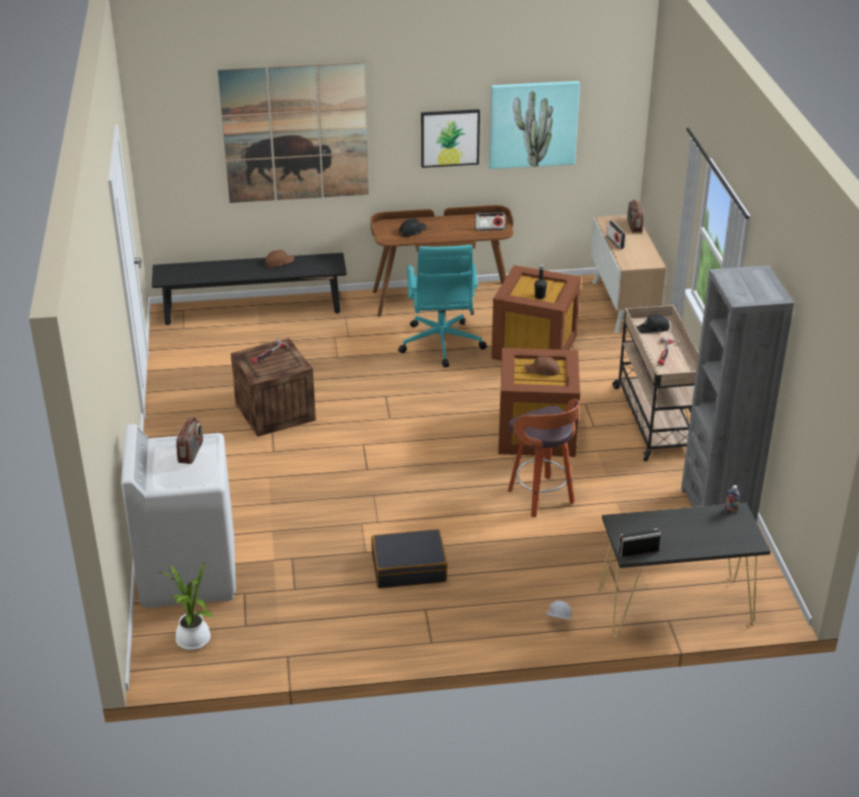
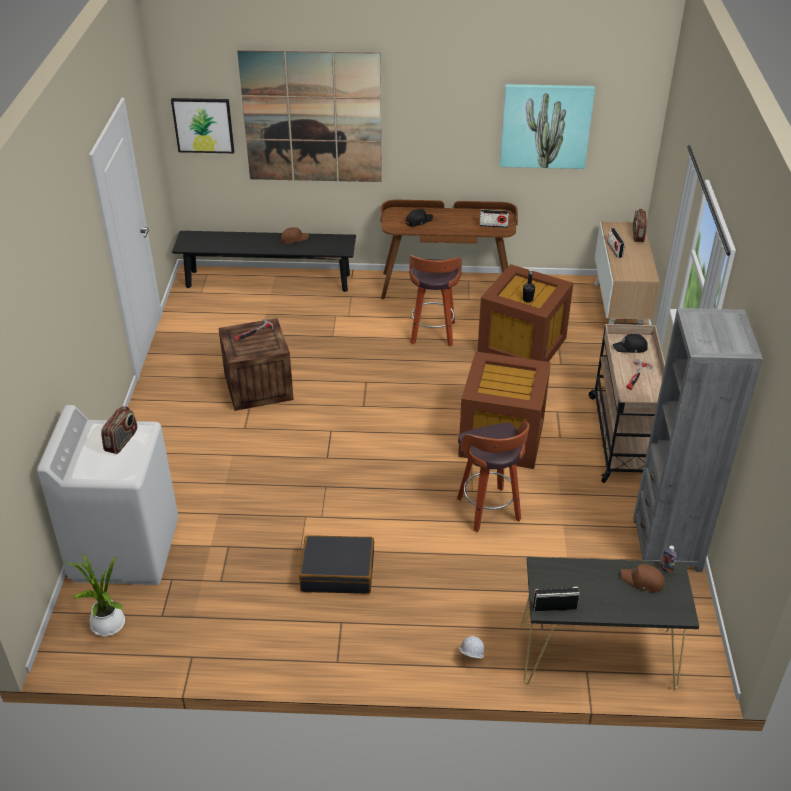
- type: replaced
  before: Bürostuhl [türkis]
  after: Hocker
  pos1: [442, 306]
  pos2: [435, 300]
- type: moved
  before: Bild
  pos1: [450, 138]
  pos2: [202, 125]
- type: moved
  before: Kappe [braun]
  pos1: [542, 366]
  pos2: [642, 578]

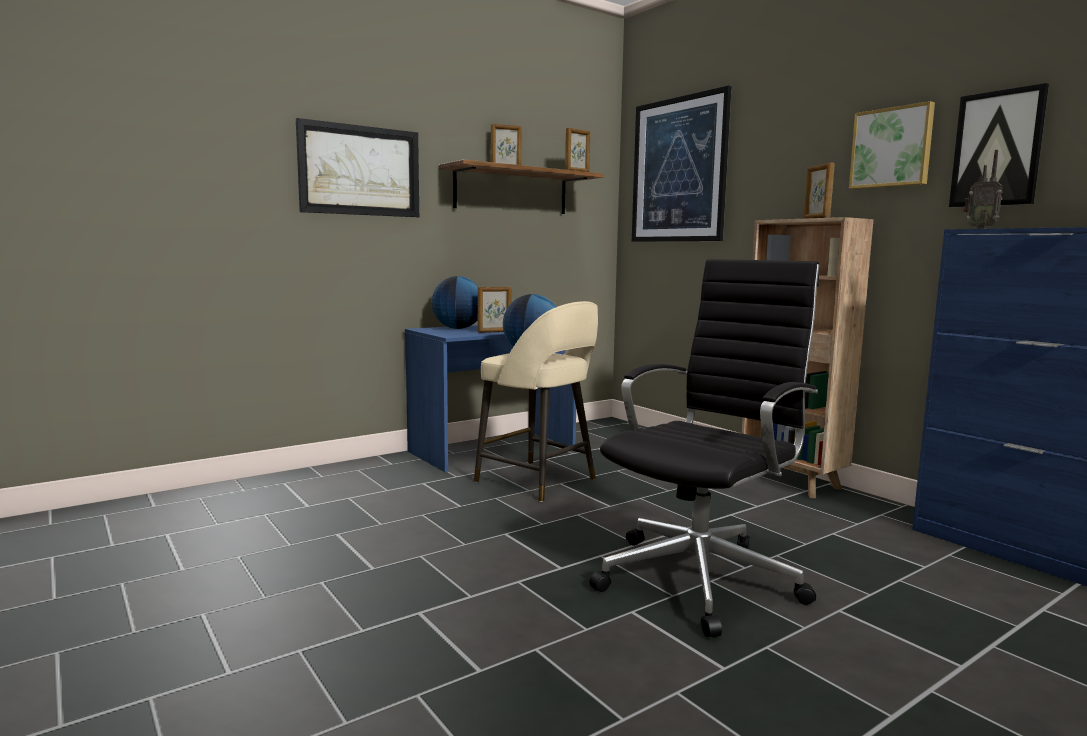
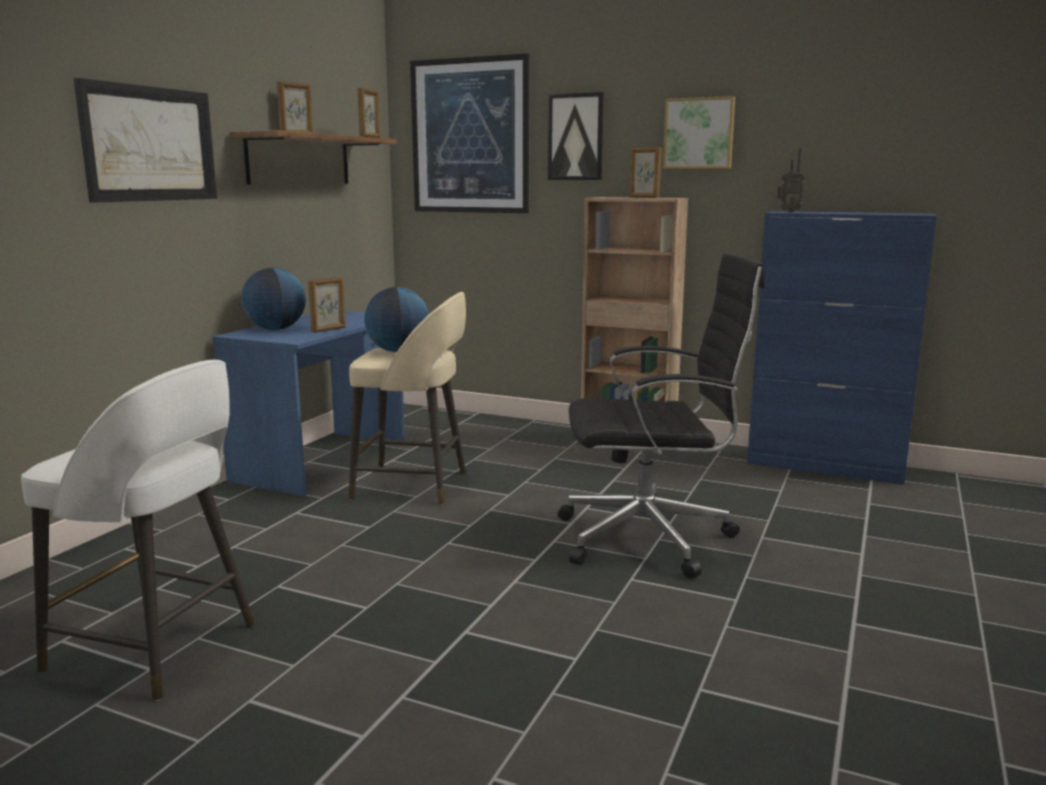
- type: turned
  before: Bürostuhl [schwarz]
  pos1: [704, 448]
  pos2: [661, 415]
  turn: 75
- type: moved
  before: Bild
  pos1: [999, 145]
  pos2: [576, 136]
- type: added
  after: Hocker [weiß]
  pos2: [138, 530]

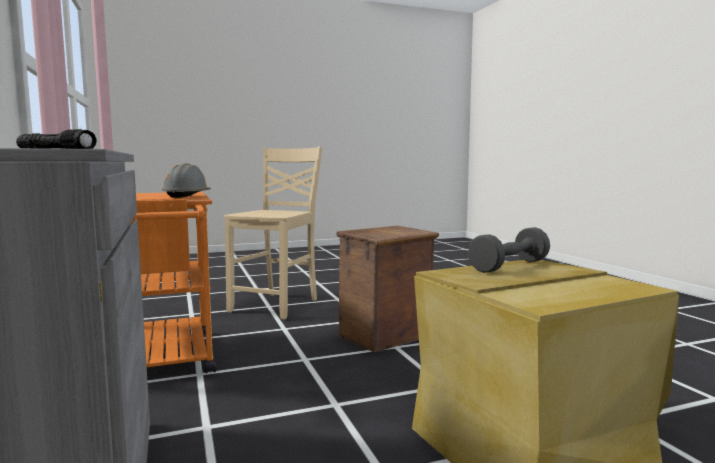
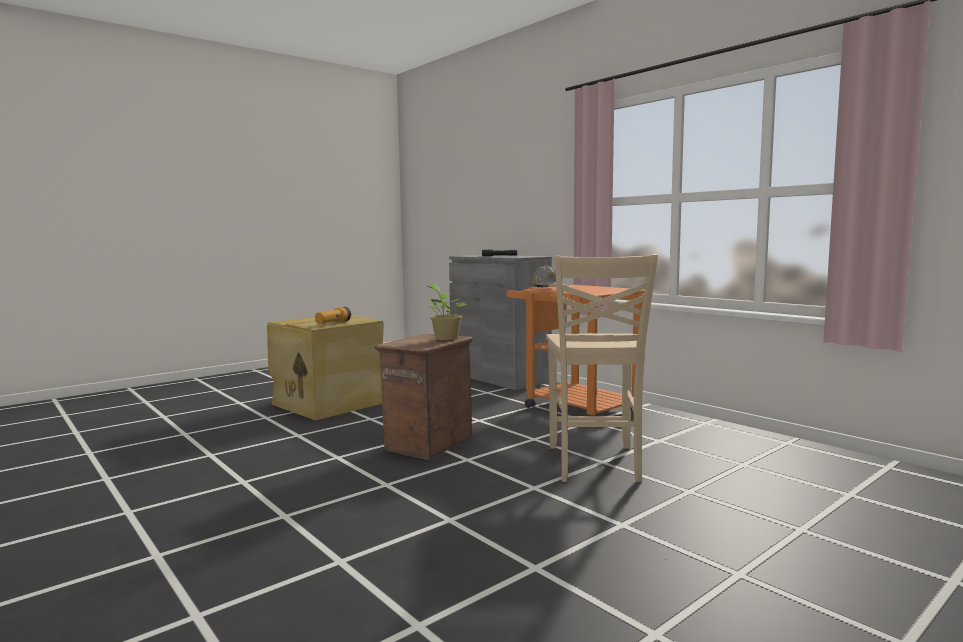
- type: replaced
  before: Hantel [grau]
  after: Taschenlampe
  pos1: [509, 250]
  pos2: [333, 315]
- type: added
  after: Topfpflanze
  pos2: [446, 312]

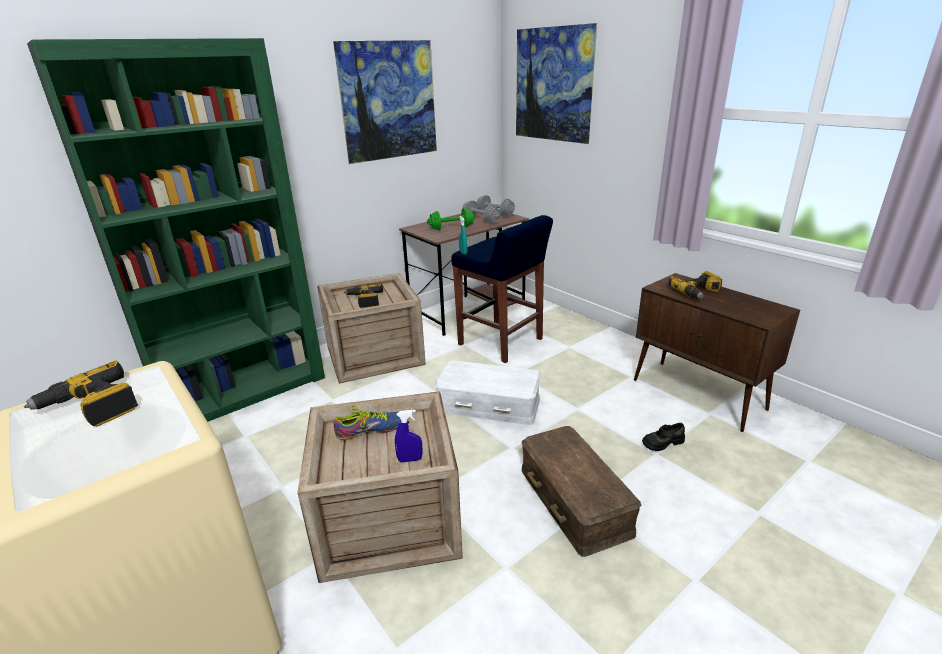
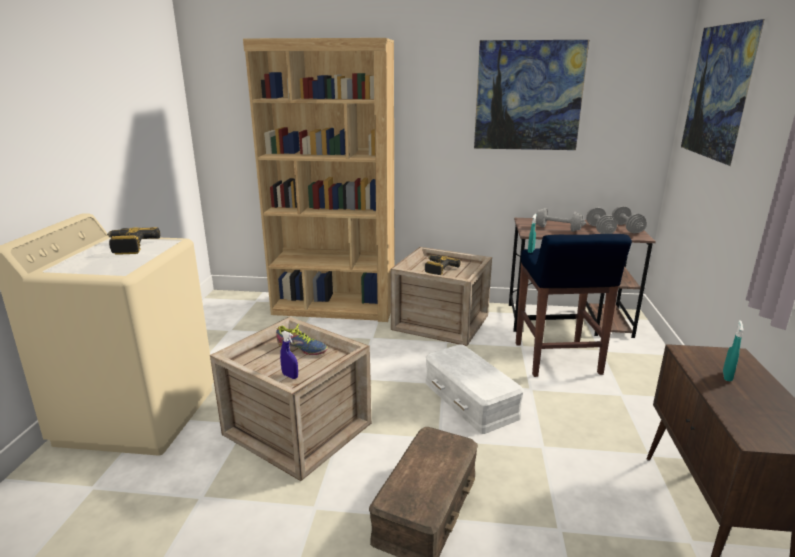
- type: recoloured
  before: Bücherregal [grün]
  after: Bücherregal [braun]
  pos1: [176, 230]
  pos2: [318, 180]
- type: recoloured
  before: Hantel [grün]
  after: Hantel [grau]
  pos1: [451, 219]
  pos2: [559, 220]
- type: removed
  before: Schuh [schwarz]
  pos1: [663, 437]
- type: replaced
  before: Bohrmaschine
  after: Sprühflasche [türkis]
  pos1: [695, 285]
  pos2: [733, 350]

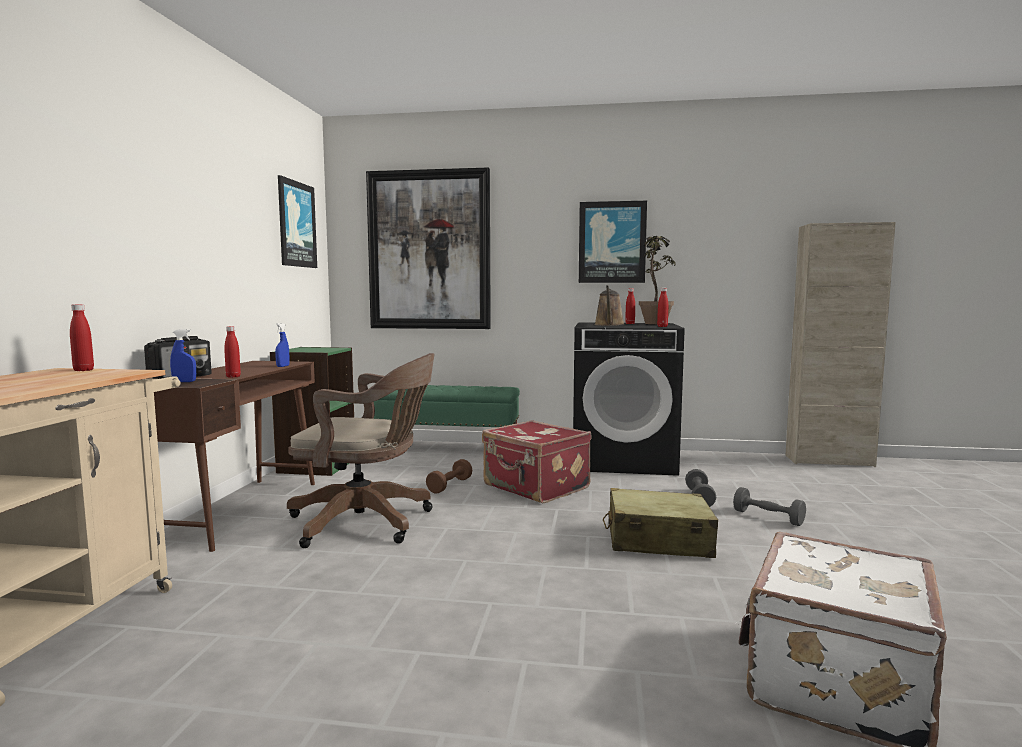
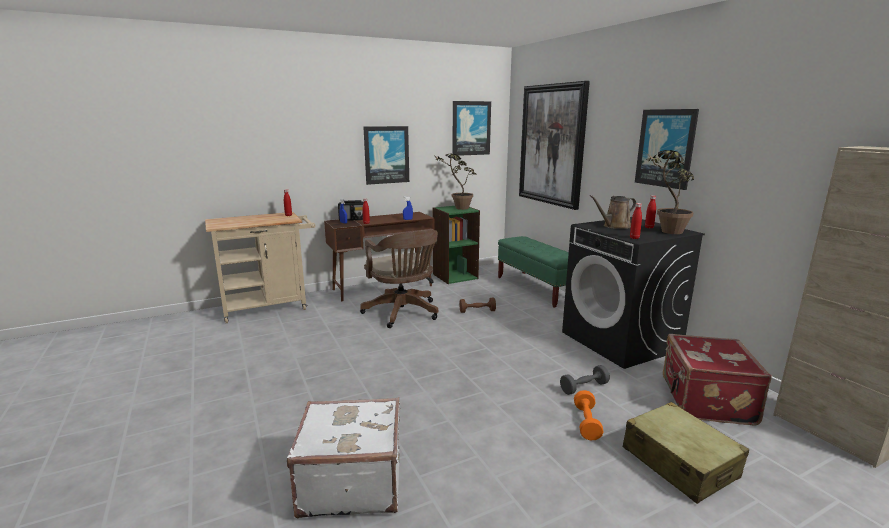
- type: moved
  before: Koffer [rot]
  pos1: [536, 461]
  pos2: [717, 380]
- type: moved
  before: Koffer [beige]
  pos1: [660, 523]
  pos2: [686, 453]
- type: recoloured
  before: Hantel [grau]
  after: Hantel [orange]
  pos1: [769, 506]
  pos2: [588, 415]
- type: added
  after: Bild
  pos2: [386, 155]
- type: added
  after: Topfpflanze
  pos2: [455, 182]

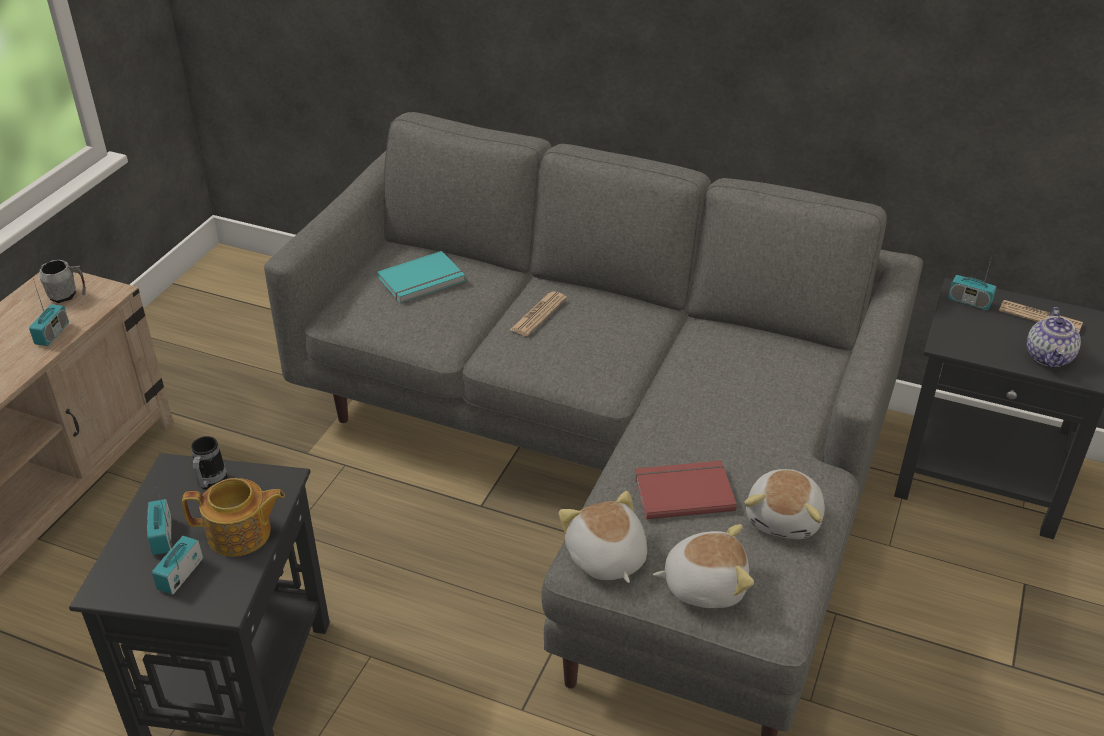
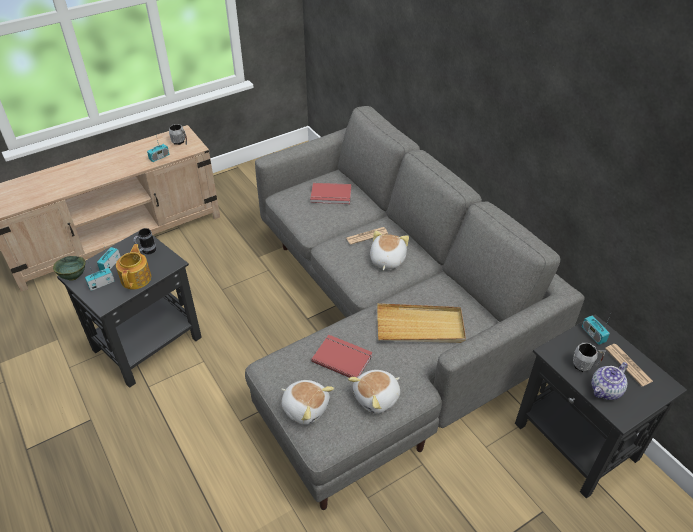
- type: turned
  before: Teekanne
  pos1: [233, 517]
  pos2: [133, 267]
  turn: -120
- type: recoloured
  before: Buch [türkis]
  after: Buch [rot]
  pos1: [421, 277]
  pos2: [330, 193]
- type: moved
  before: Plüschtier
  pos1: [603, 537]
  pos2: [389, 250]
- type: added
  after: Schüssel [grün]
  pos2: [69, 268]
- type: added
  after: Tablett [beige]
  pos2: [421, 323]
- type: added
  after: Henkelbecher [grau]
  pos2: [589, 357]

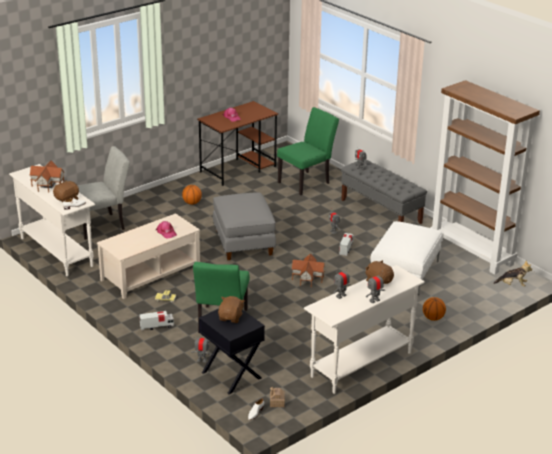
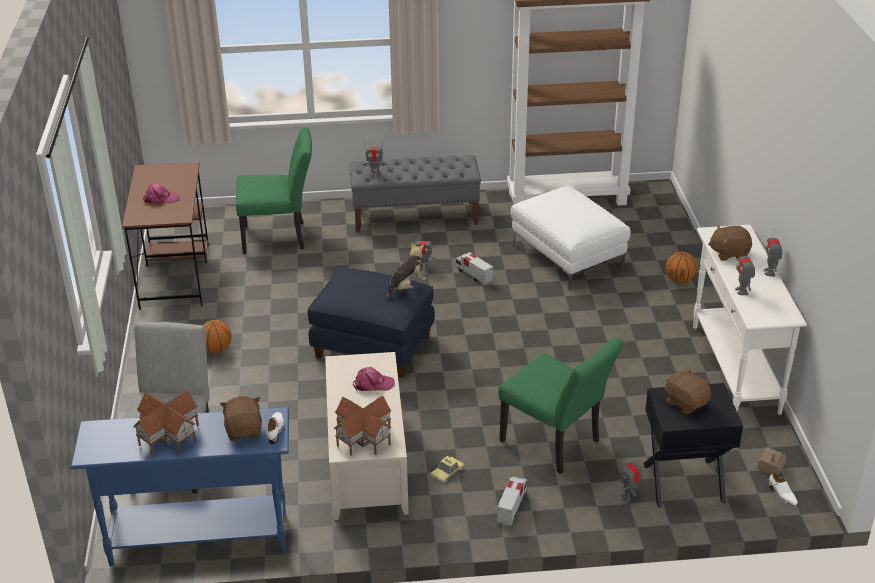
- type: recoloured
  before: Konsolentisch [weiß]
  after: Konsolentisch [blau]
  pos1: [52, 220]
  pos2: [180, 487]
- type: recoloured
  before: Polsterhocker [grau]
  after: Polsterhocker [blau]
  pos1: [244, 226]
  pos2: [371, 323]
- type: turned
  before: Stuhl [grün]
  pos1: [308, 151]
  pos2: [274, 190]
  turn: 90
- type: moved
  before: Spielzeughaus
  pos1: [308, 270]
  pos2: [363, 426]
- type: moved
  before: Plüschtier
  pos1: [512, 273]
  pos2: [406, 271]

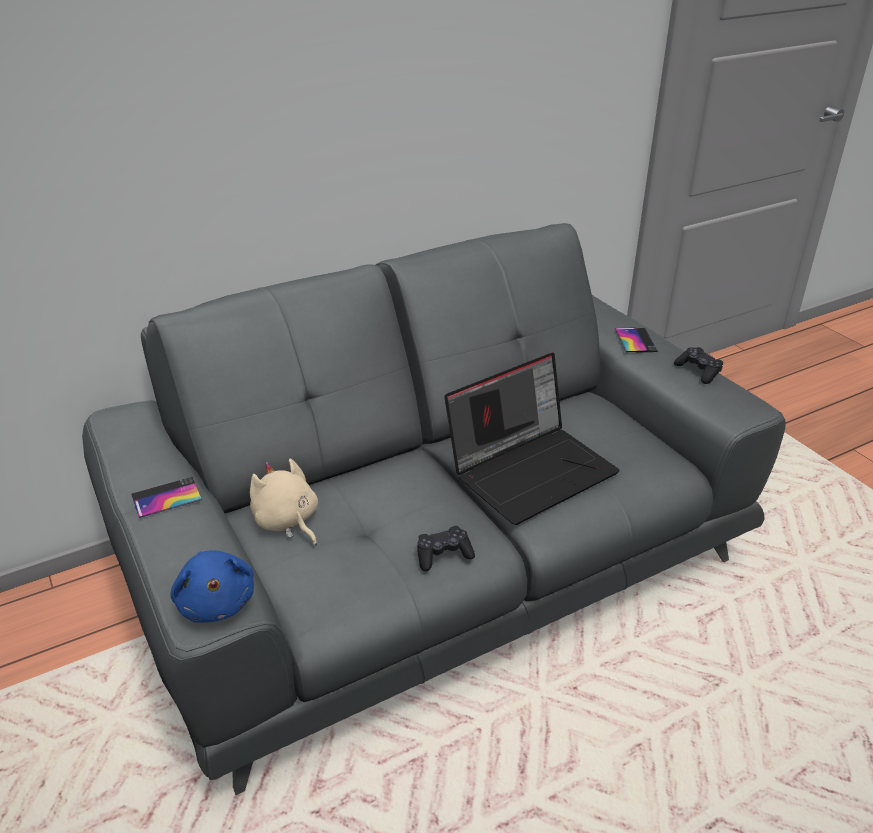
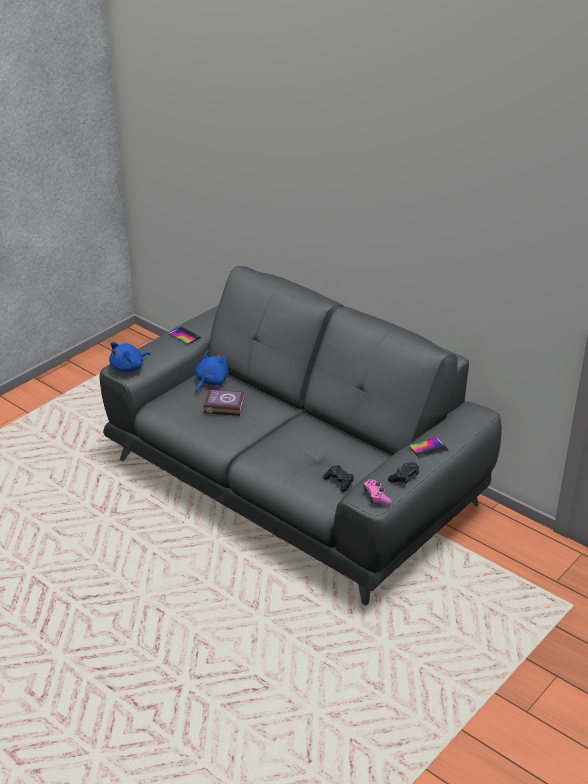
- type: recoloured
  before: Plüschtier [beige]
  after: Plüschtier [blau]
  pos1: [284, 502]
  pos2: [212, 371]
- type: moved
  before: Gamepad [schwarz]
  pos1: [446, 548]
  pos2: [338, 478]
- type: removed
  before: Laptop
  pos1: [532, 439]
- type: added
  after: Buch
  pos2: [224, 402]
- type: added
  after: Gamepad [rosa]
  pos2: [378, 492]

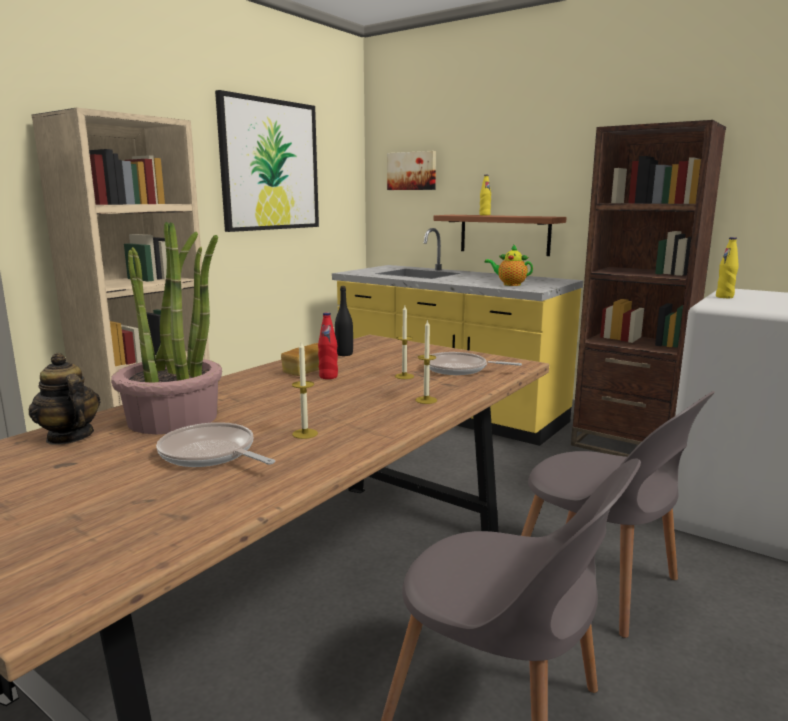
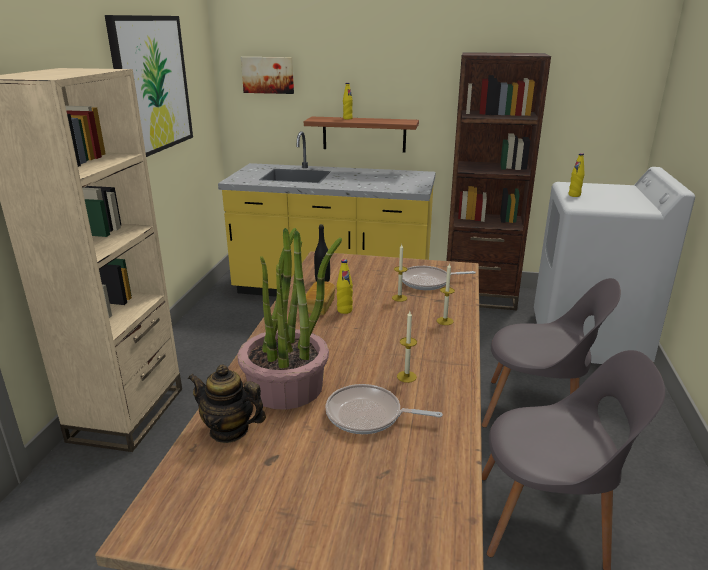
- type: recoloured
  before: Flasche [rot]
  after: Flasche [gelb]
  pos1: [328, 345]
  pos2: [345, 286]
- type: removed
  before: Teekanne
  pos1: [509, 265]

